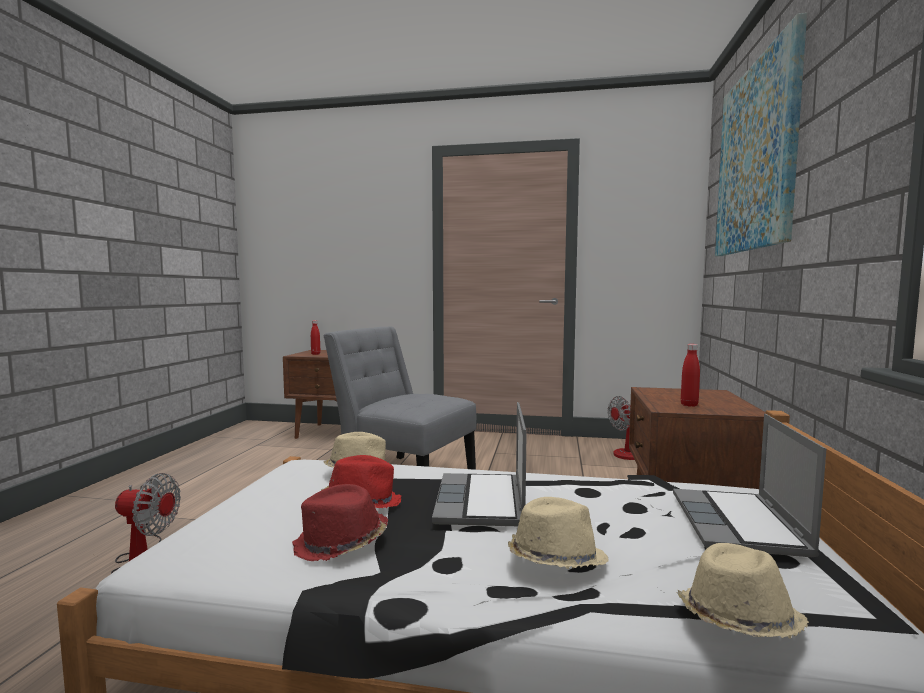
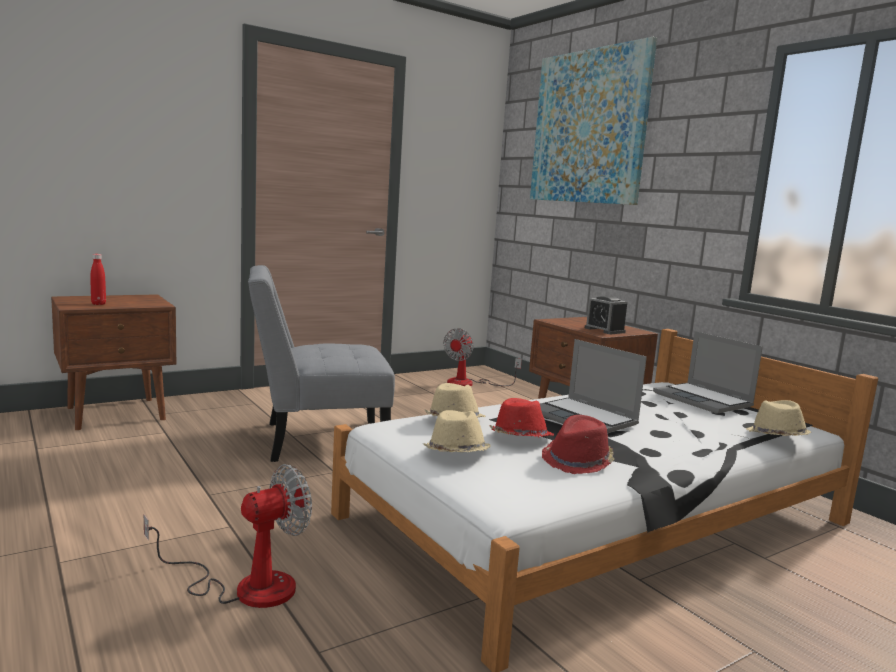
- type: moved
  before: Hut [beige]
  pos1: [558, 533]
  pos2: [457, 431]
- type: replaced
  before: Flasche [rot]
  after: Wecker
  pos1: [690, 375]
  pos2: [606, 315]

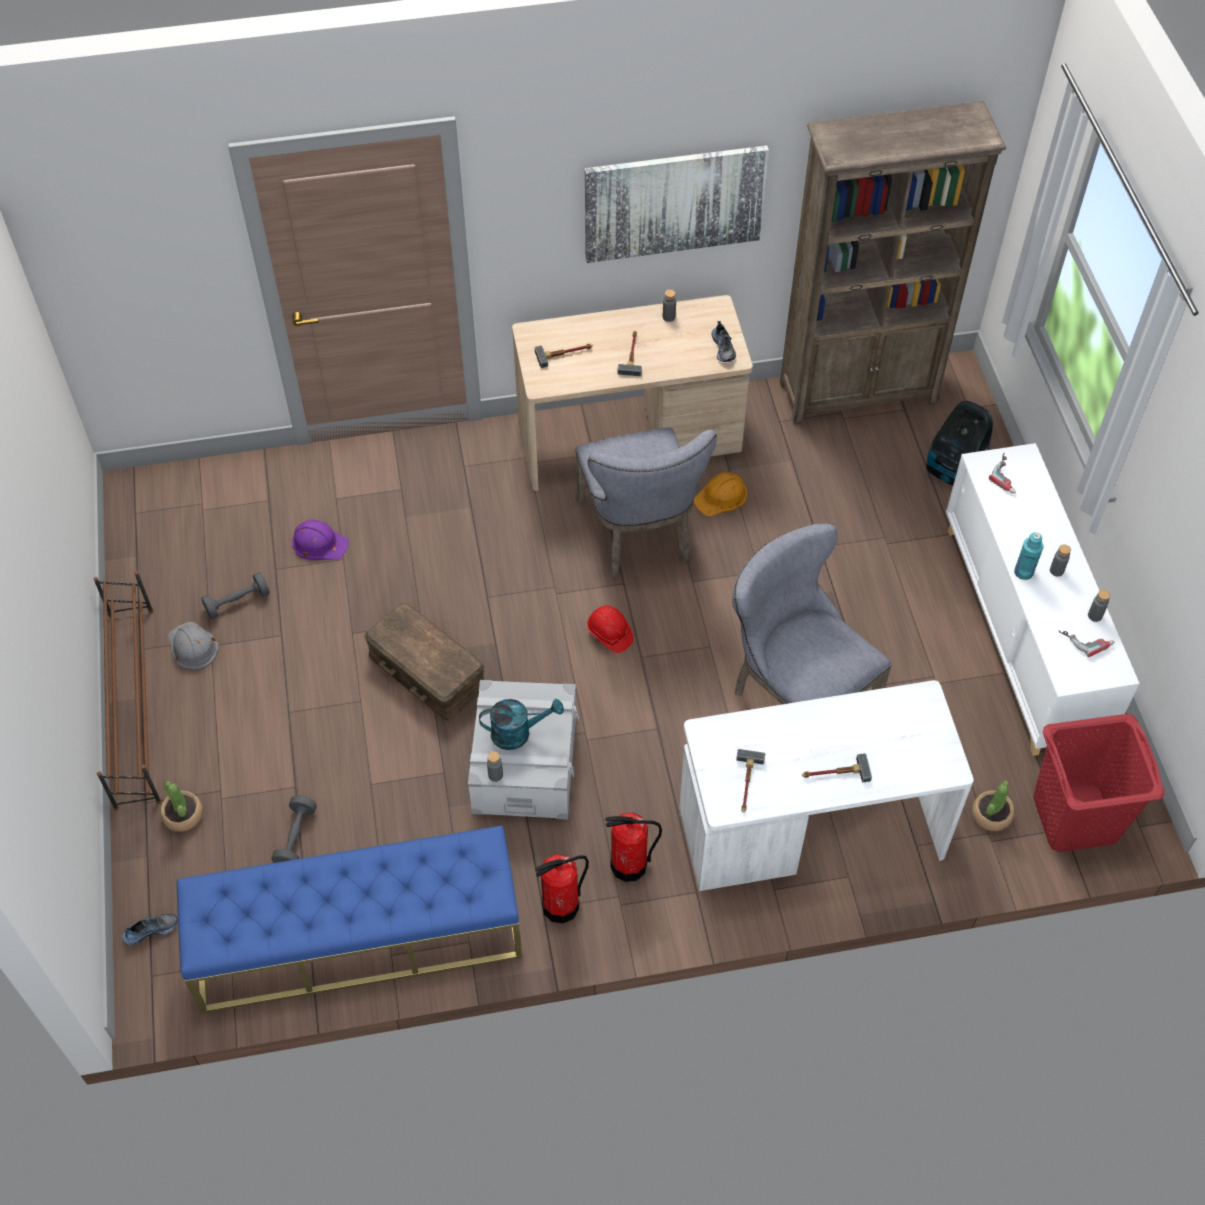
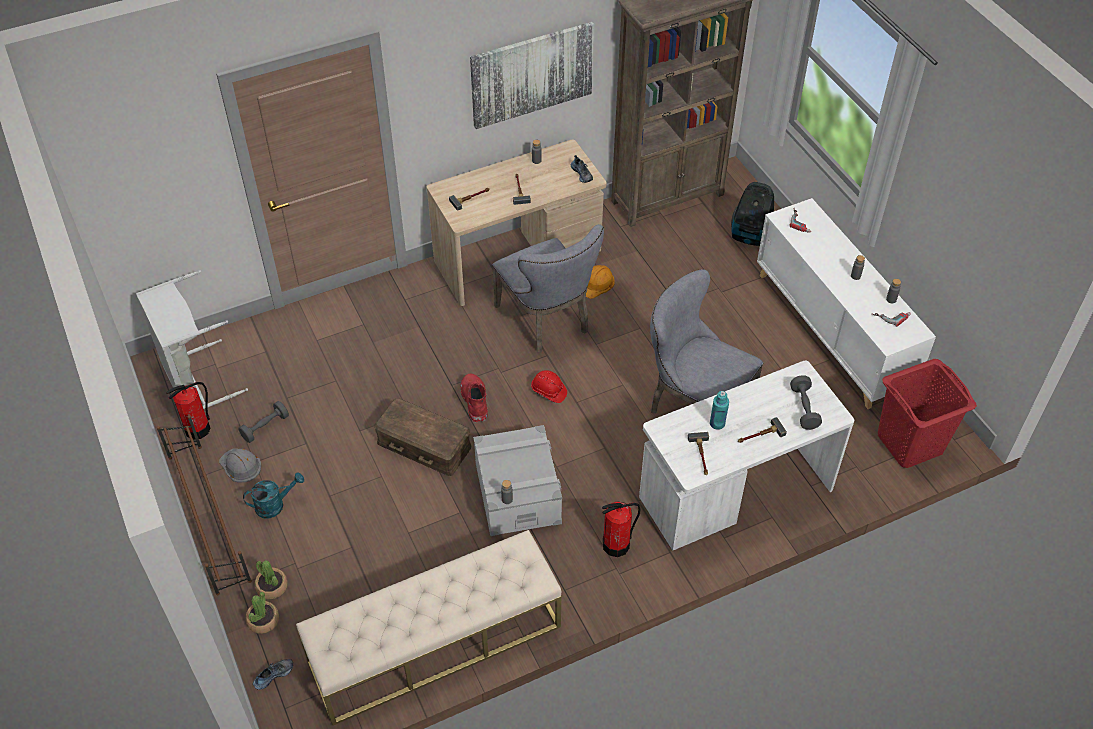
- type: recoloured
  before: Bank [blau]
  after: Bank [beige]
  pos1: [349, 919]
  pos2: [428, 628]
- type: moved
  before: Hantel [grau]
  pos1: [294, 829]
  pos2: [806, 402]
- type: removed
  before: Schutzhelm [lila]
  pos1: [320, 539]
- type: moved
  before: Gießkanne [türkis]
  pos1: [521, 724]
  pos2: [273, 495]
- type: moved
  before: Feuerlöscher
  pos1: [562, 888]
  pos2: [188, 411]
- type: moved
  before: Topfpflanze
  pos1: [993, 805]
  pos2: [262, 613]
- type: moved
  before: Flasche [türkis]
  pos1: [1028, 556]
  pos2: [719, 410]
- type: added
  after: Wäschekorb [grau]
  pos2: [192, 339]
- type: added
  after: Stiefel [rot]
  pos2: [474, 398]

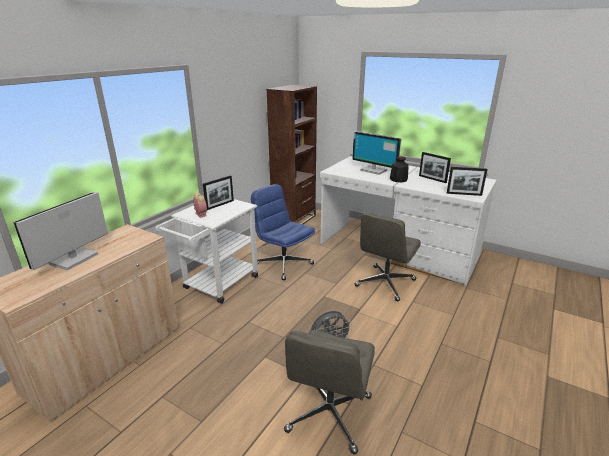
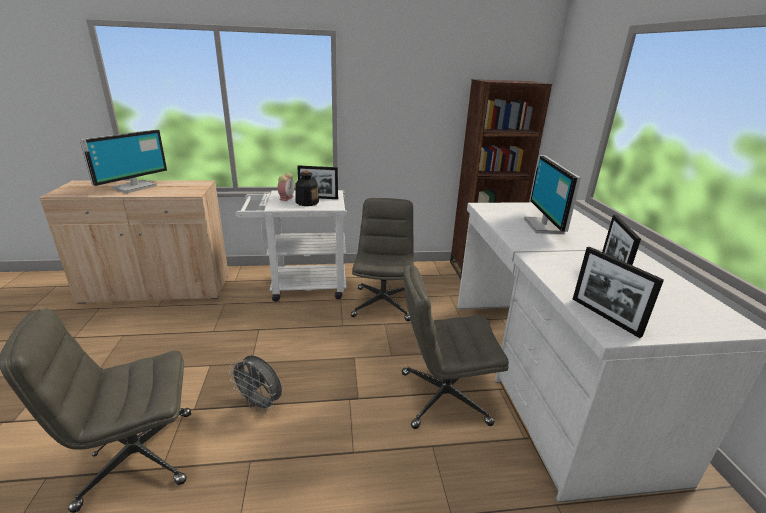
- type: turned
  before: Monitor
  pos1: [60, 231]
  pos2: [123, 161]
  turn: 135
- type: recoloured
  before: Bürostuhl [blau]
  after: Bürostuhl [grau]
  pos1: [283, 232]
  pos2: [382, 259]
- type: moved
  before: Flasche
  pos1: [399, 169]
  pos2: [307, 188]

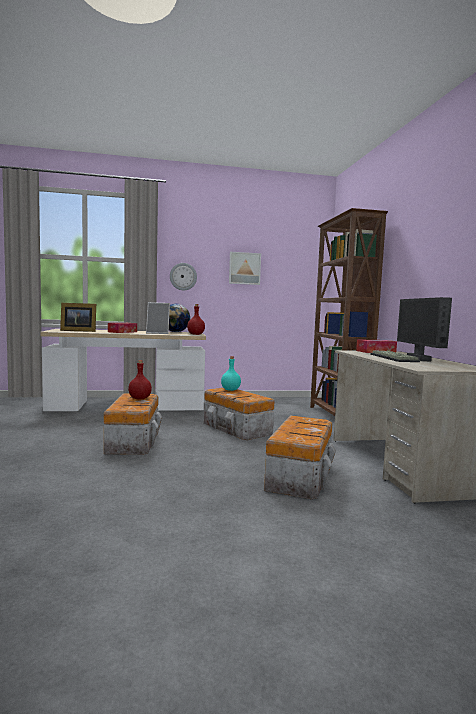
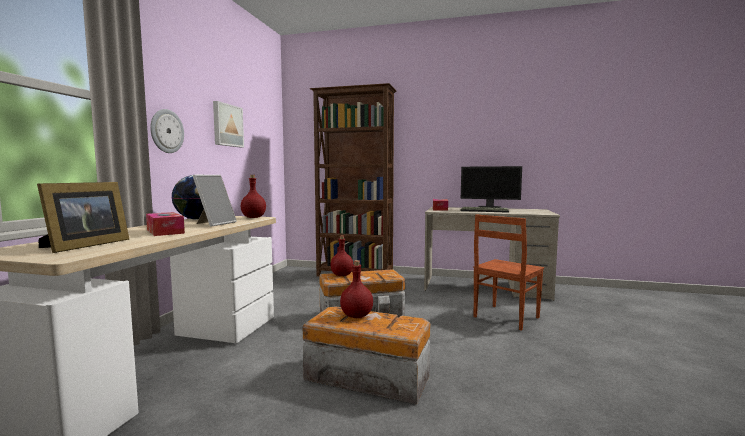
- type: recoloured
  before: Flasche [türkis]
  after: Flasche [rot]
  pos1: [231, 373]
  pos2: [341, 255]
- type: replaced
  before: Aufbewahrungsbox
  after: Stuhl [braun]
  pos1: [300, 457]
  pos2: [508, 272]

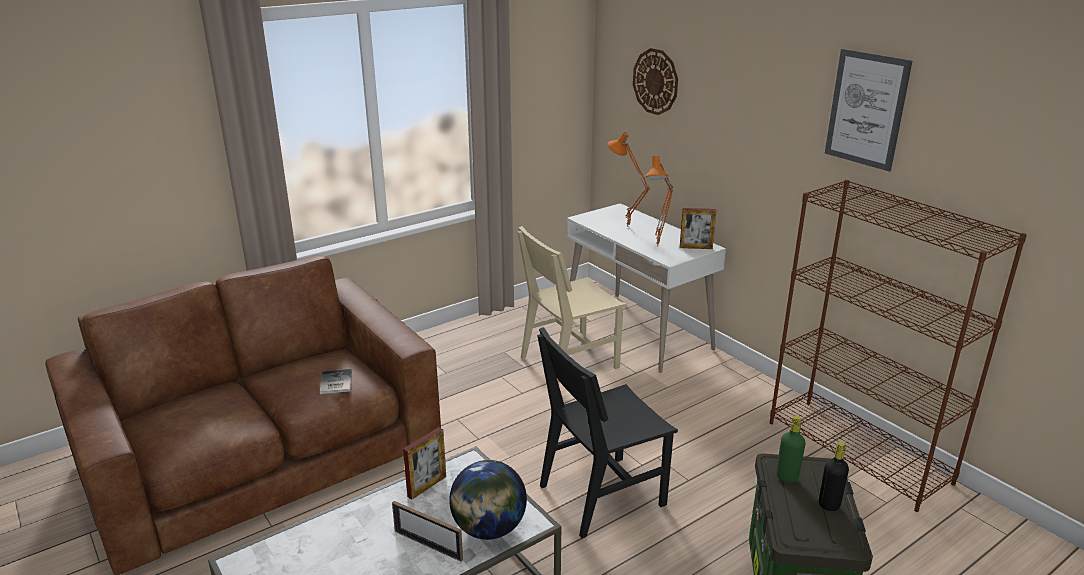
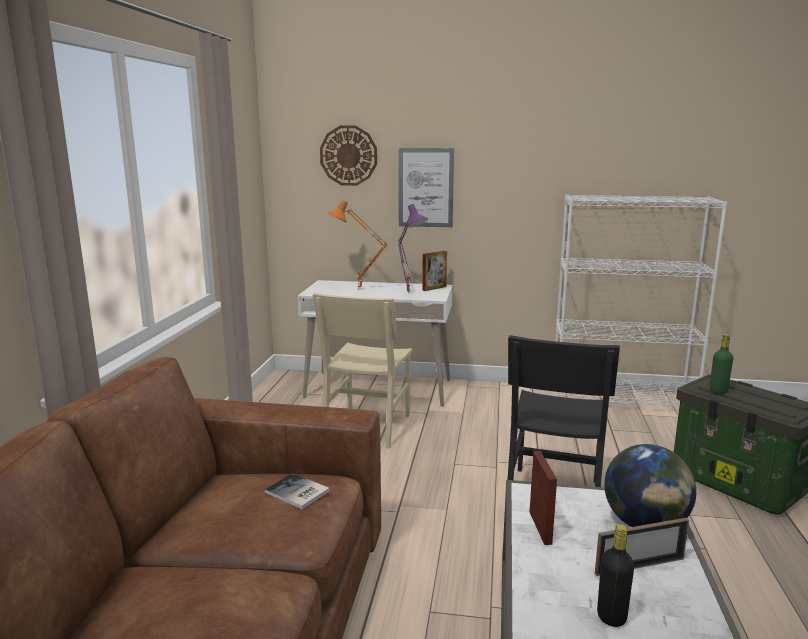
- type: recoloured
  before: Tischlampe [orange]
  after: Tischlampe [lila]
  pos1: [659, 201]
  pos2: [413, 249]
- type: recoloured
  before: Bücherregal [braun]
  after: Bücherregal [weiß]
  pos1: [898, 346]
  pos2: [641, 300]
- type: moved
  before: Flasche [schwarz]
  pos1: [834, 476]
  pos2: [615, 575]
- type: moved
  before: Bild
  pos1: [868, 110]
  pos2: [426, 187]

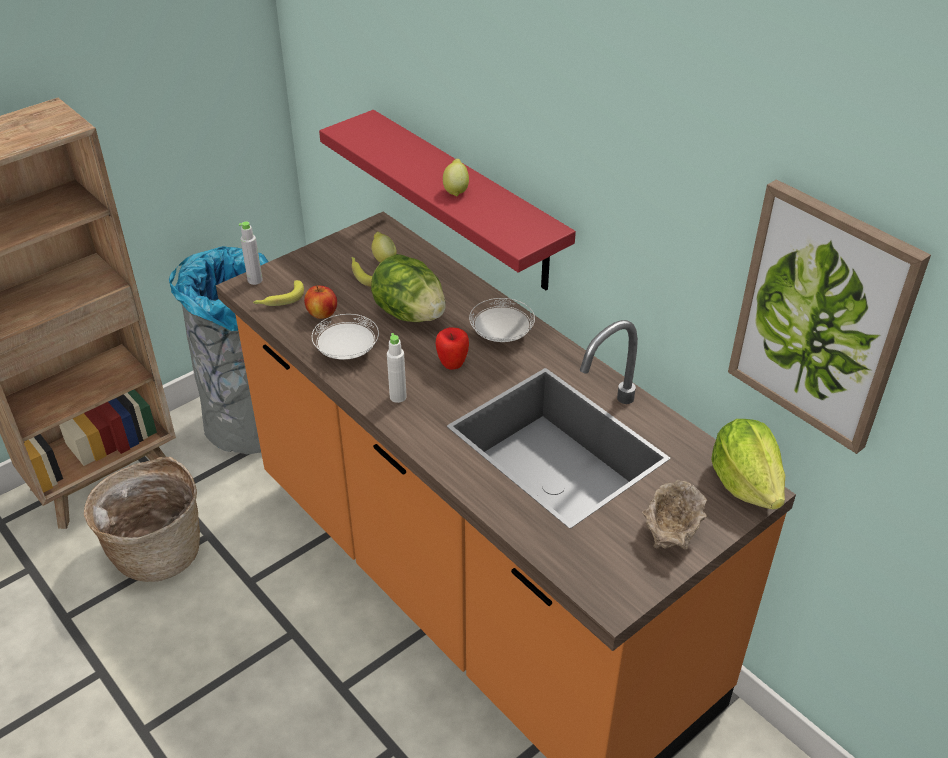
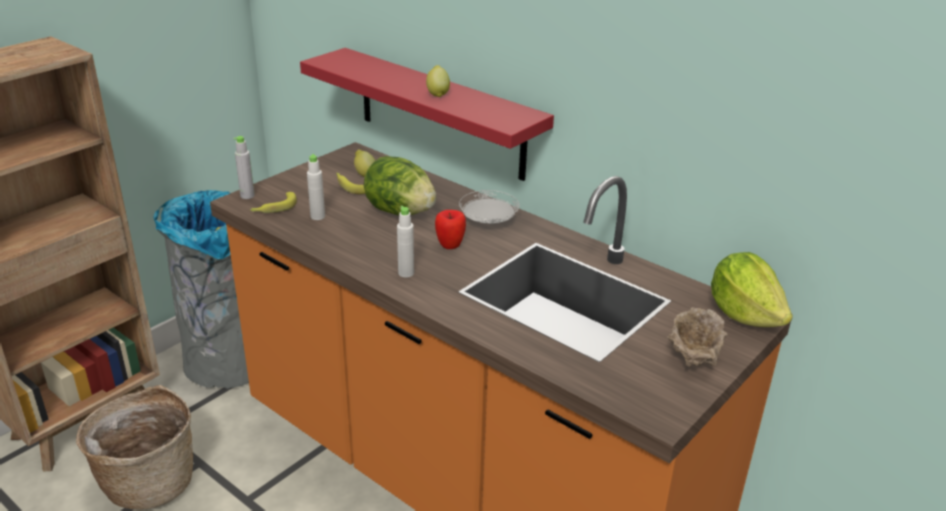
- type: replaced
  before: Apfel
  after: Flasche [weiß]
  pos1: [320, 302]
  pos2: [316, 187]
- type: removed
  before: Teller [weiß]
  pos1: [345, 337]
- type: removed
  before: Bild
  pos1: [829, 316]

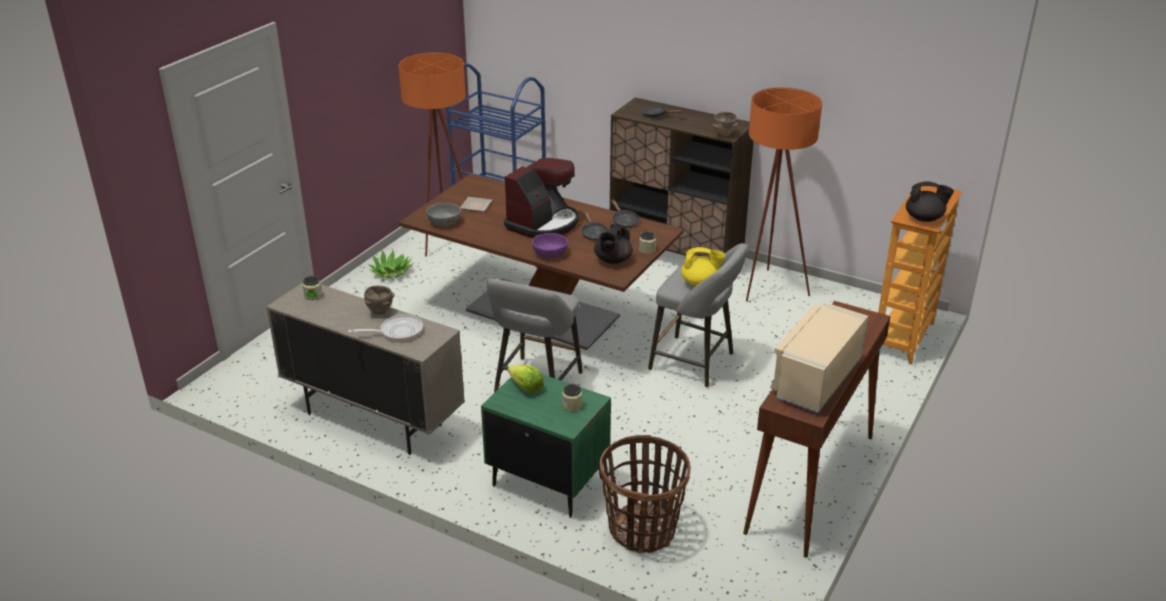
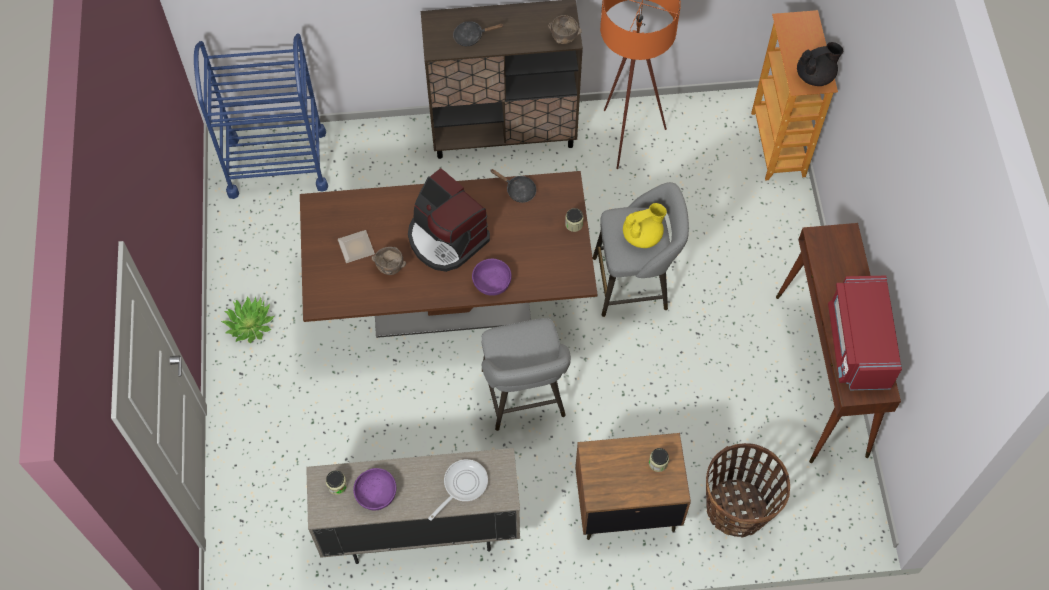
- type: moved
  before: Schüssel [braun]
  pos1: [379, 300]
  pos2: [389, 261]
- type: removed
  before: Stehlampe [orange]
  pos1: [432, 154]
- type: removed
  before: Schüssel [grau]
  pos1: [443, 215]
- type: recoloured
  before: Nachttisch [grün]
  after: Nachttisch [braun]
  pos1: [546, 445]
  pos2: [633, 486]
- type: turned
  before: Kaffeemaschine
  pos1: [541, 198]
  pos2: [449, 220]
  turn: 135
- type: removed
  before: Salatkopf
  pos1: [526, 378]
- type: removed
  before: Pfanne [schwarz]
  pos1: [595, 225]
- type: removed
  before: Teekanne [schwarz]
  pos1: [613, 244]
- type: recoloured
  before: Mikrowelle [beige]
  after: Mikrowelle [rot]
  pos1: [819, 358]
  pos2: [865, 332]
- type: added
  after: Schüssel [lila]
  pos2: [374, 489]

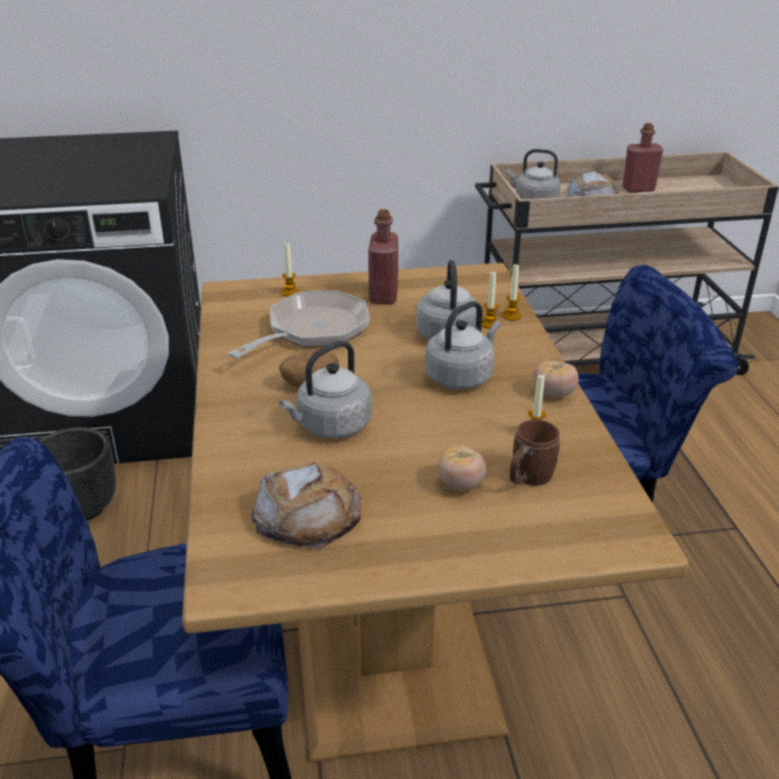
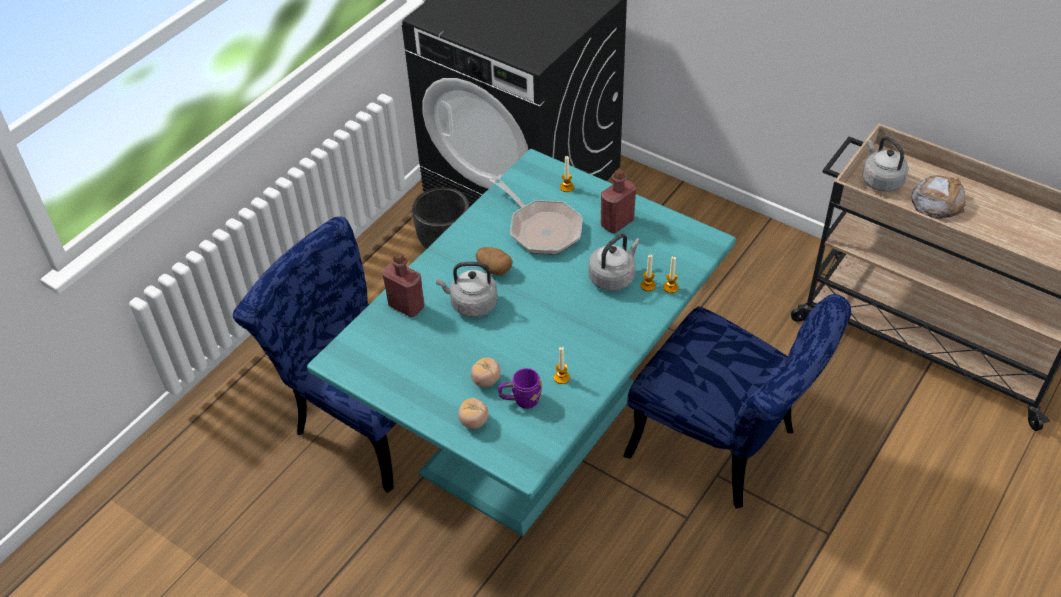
- type: recoloured
  before: Esstisch [braun]
  after: Esstisch [türkis]
  pos1: [435, 512]
  pos2: [521, 342]
- type: turned
  before: Pfanne
  pos1: [299, 324]
  pos2: [536, 215]
  turn: 60
- type: removed
  before: Brot
  pos1: [306, 506]
- type: removed
  before: Wasserkessel [grau]
  pos1: [463, 345]
- type: recoloured
  before: Henkelbecher [braun]
  after: Henkelbecher [lila]
  pos1: [535, 452]
  pos2: [520, 388]
- type: moved
  before: Tomate
  pos1: [556, 379]
  pos2: [473, 413]
- type: moved
  before: Flasche [rot]
  pos1: [642, 158]
  pos2: [403, 285]

